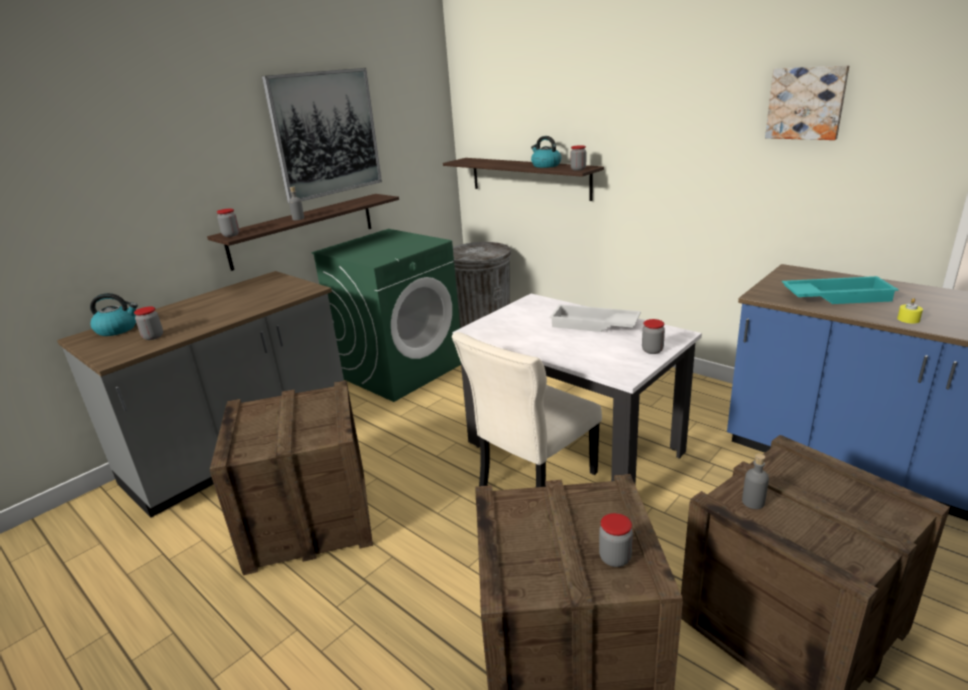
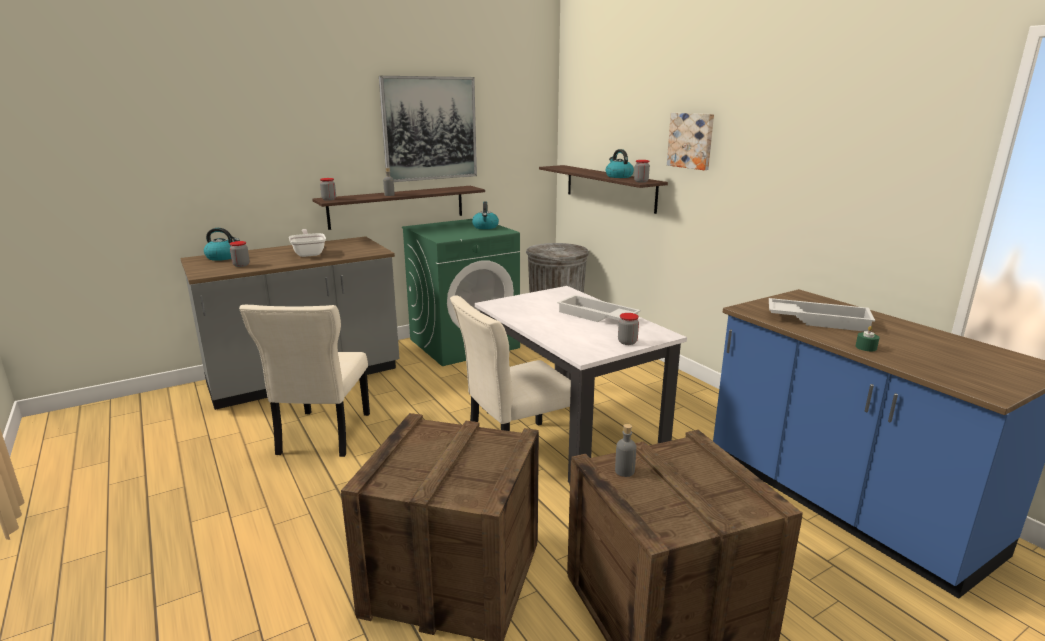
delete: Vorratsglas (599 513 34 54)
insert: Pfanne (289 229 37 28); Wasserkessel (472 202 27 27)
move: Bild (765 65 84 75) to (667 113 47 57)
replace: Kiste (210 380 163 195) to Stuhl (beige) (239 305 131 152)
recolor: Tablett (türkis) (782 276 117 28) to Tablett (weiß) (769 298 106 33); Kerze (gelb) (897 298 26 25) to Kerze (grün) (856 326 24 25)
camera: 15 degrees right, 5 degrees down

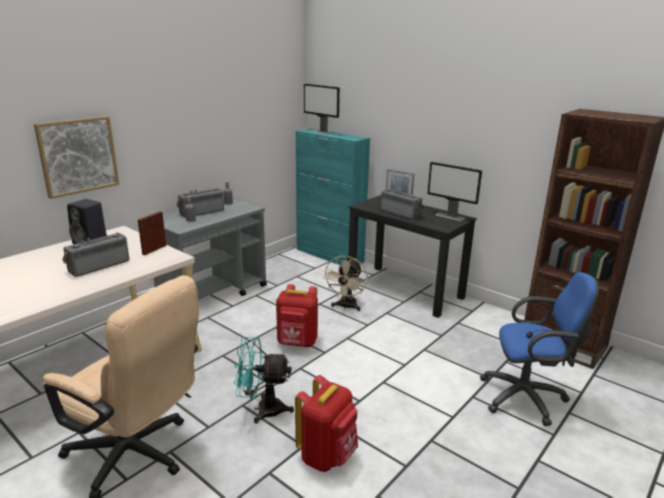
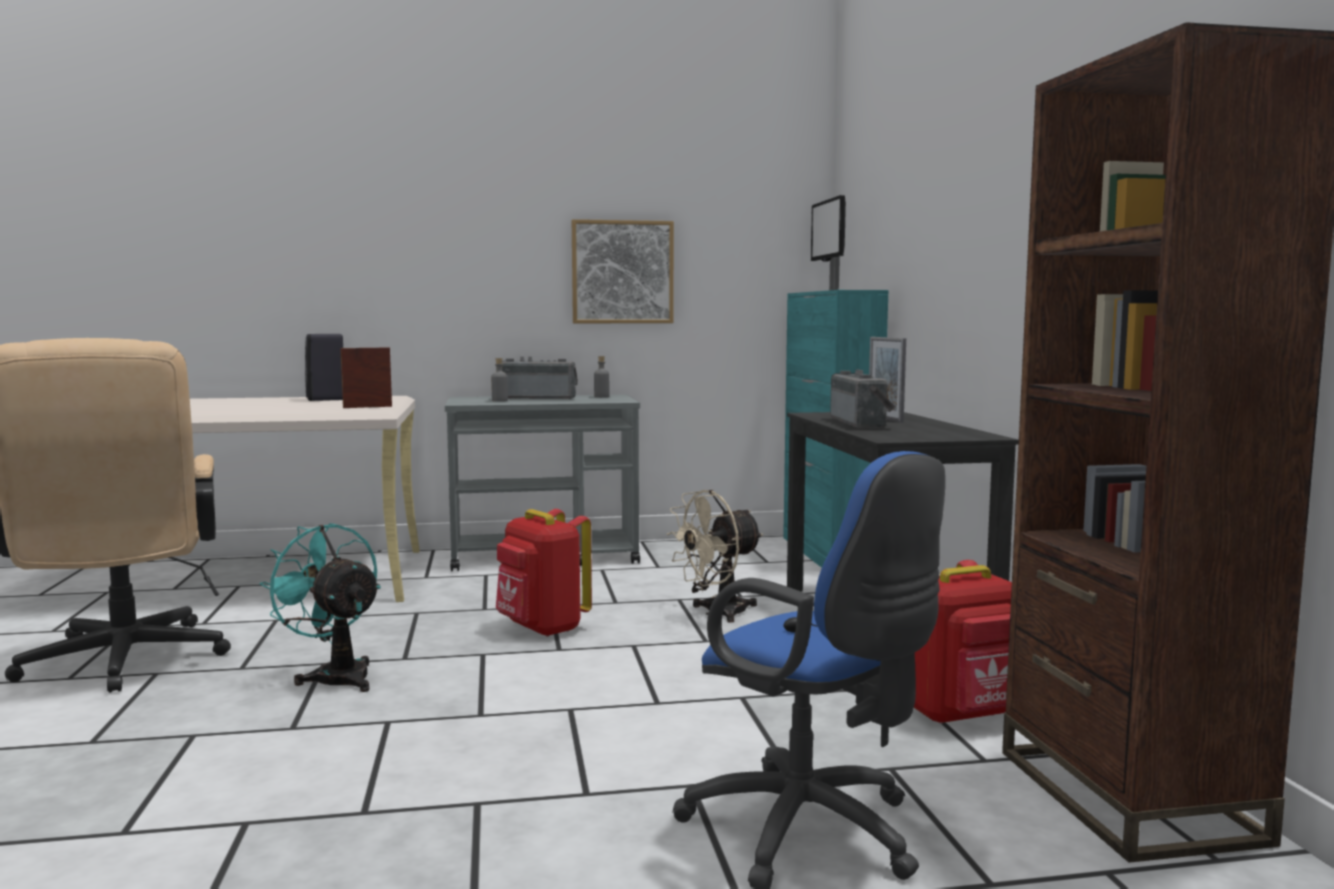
delete: Radio (62 233 67 44); Monitor (427 162 55 59)
move: Bild (34 116 85 83) to (572 219 102 104); Rucksack (rot) (295 375 63 97) to (914 560 98 164)
camera: 40 degrees right, 15 degrees down

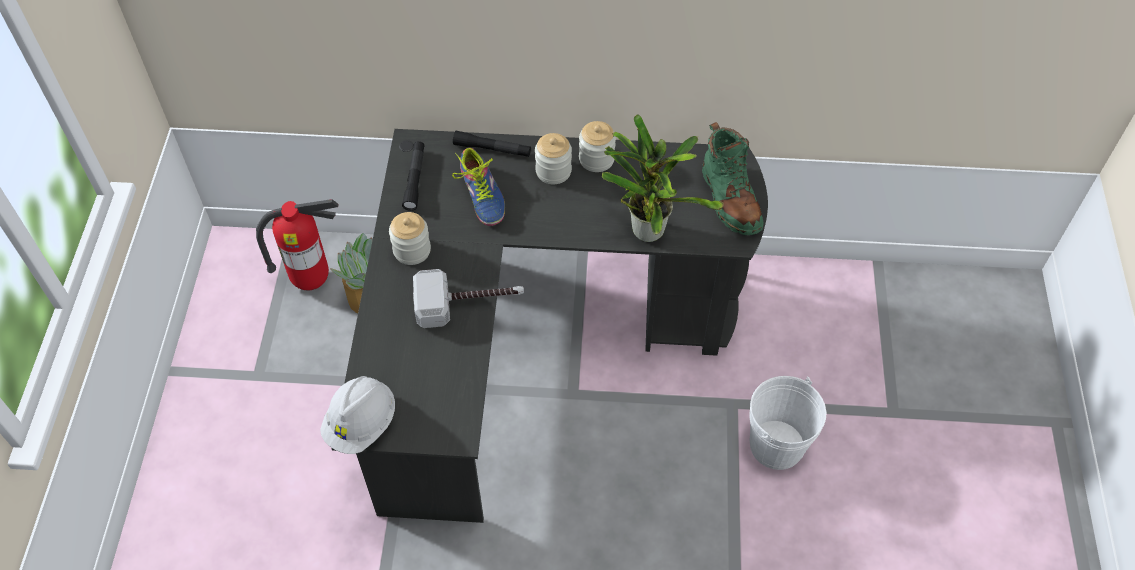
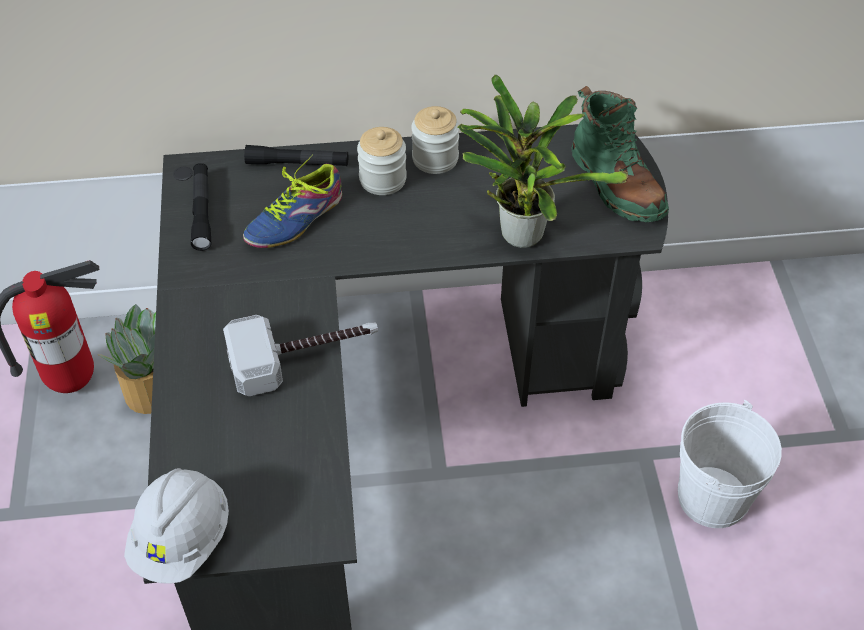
delete: Vorratsglas (389 212 42 53)
rotate: Schuh (452 148 53 78) = (243 154 99 94) 75 degrees clockwise
camera: 10 degrees left, 5 degrees down

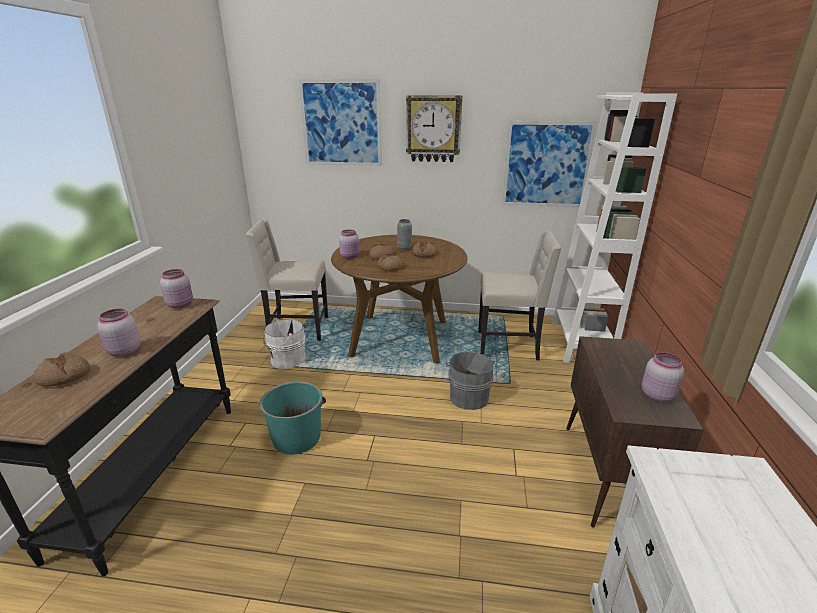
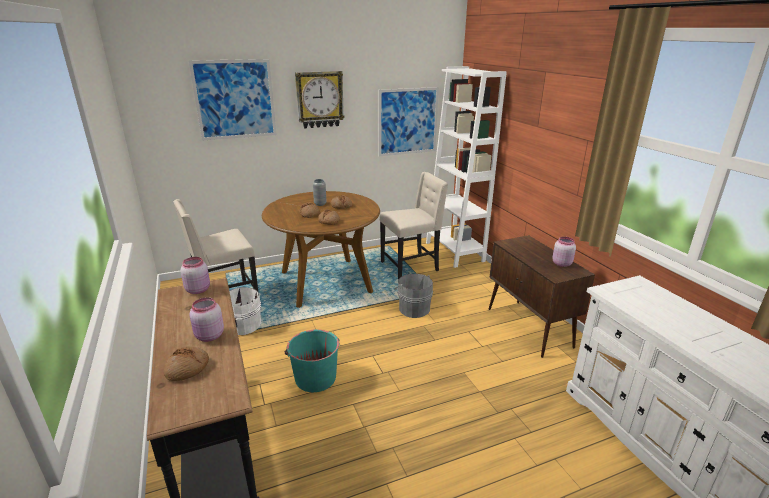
delete: Vorratsglas (rosa) (339 230 20 29)
camera: 30 degrees left, 0 degrees up

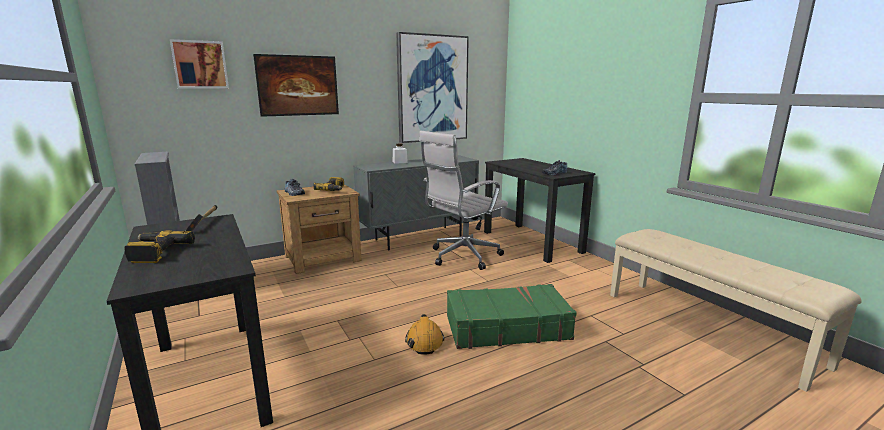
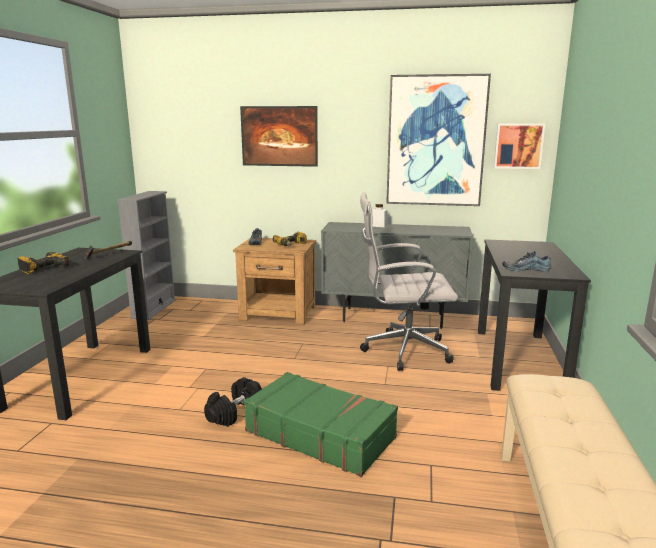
move: Bild (170 39 59 49) to (494 123 51 46)
replace: Schutzhelm (orange) (405 314 40 41) to Hantel (schwarz) (204 377 58 50)
camera: 40 degrees right, 0 degrees up

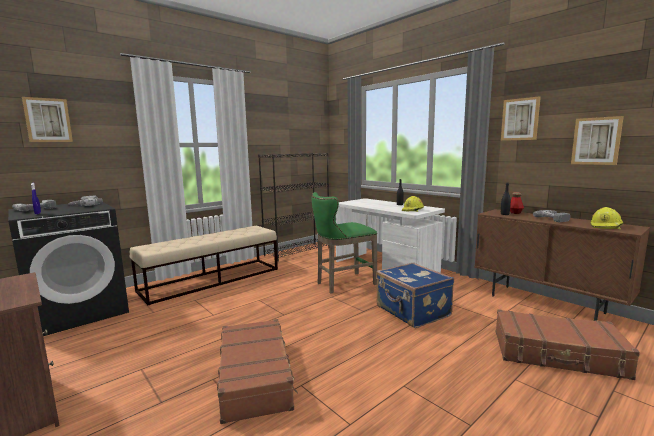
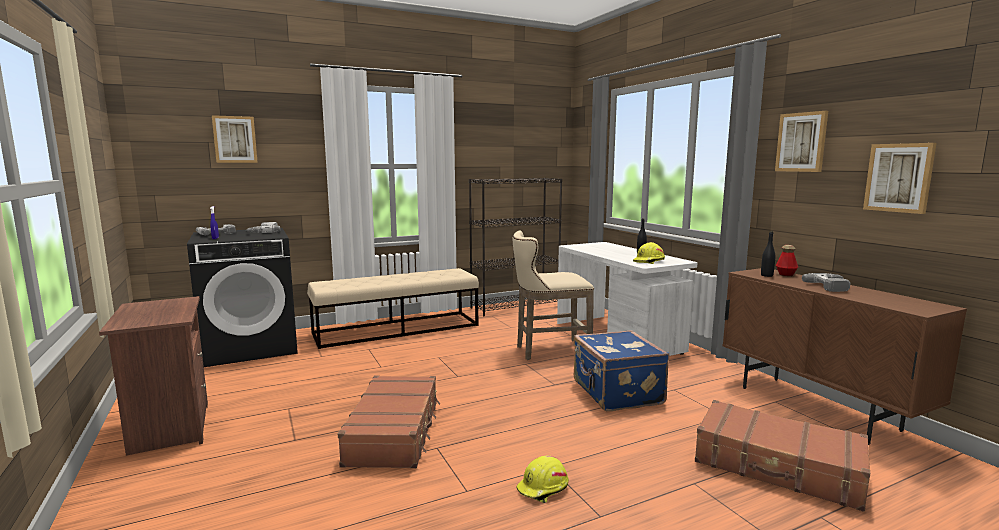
move: Schutzhelm (gelb) (590 207 33 22) to (516 455 53 48)
recolor: Hocker (grün) (312 192 65 102) to Hocker (beige) (512 231 82 129)
camera: 15 degrees right, 0 degrees up

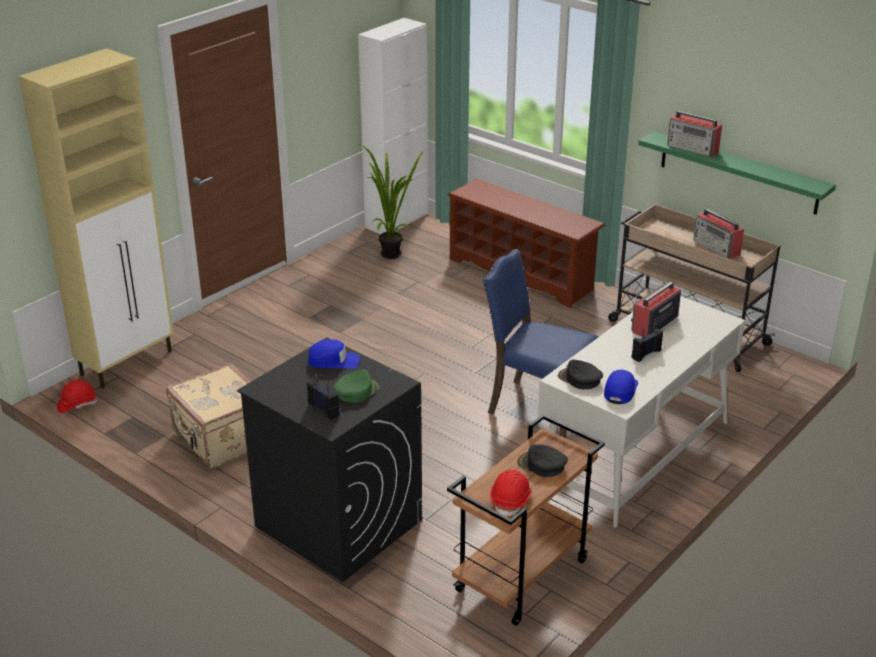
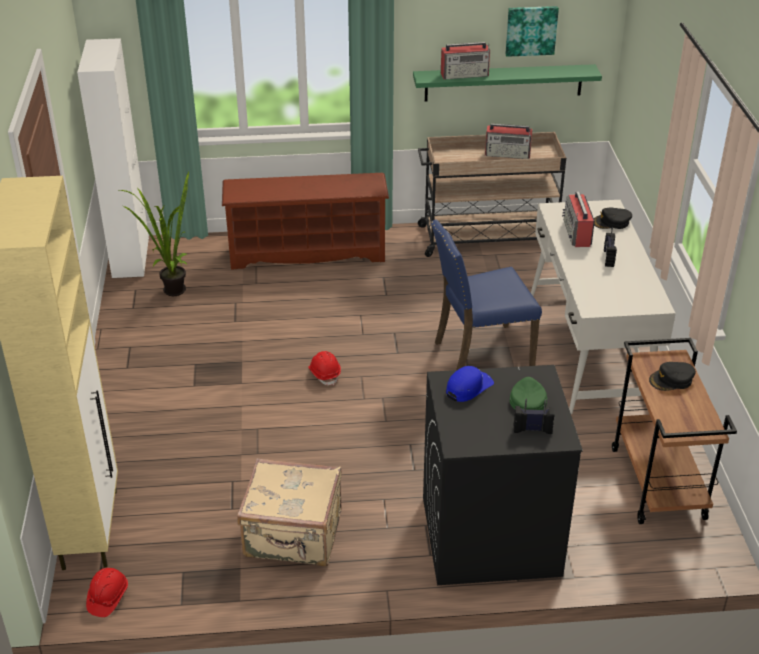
delete: Kappe (blau) (604 370 34 34)
insert: Bild (505 6 54 51)
move: Schutzhelm (rot) (490 470 42 47) to (308 351 33 35); Kappe (schwarz) (558 359 45 30) to (594 208 38 21)
camera: 45 degrees left, 5 degrees up

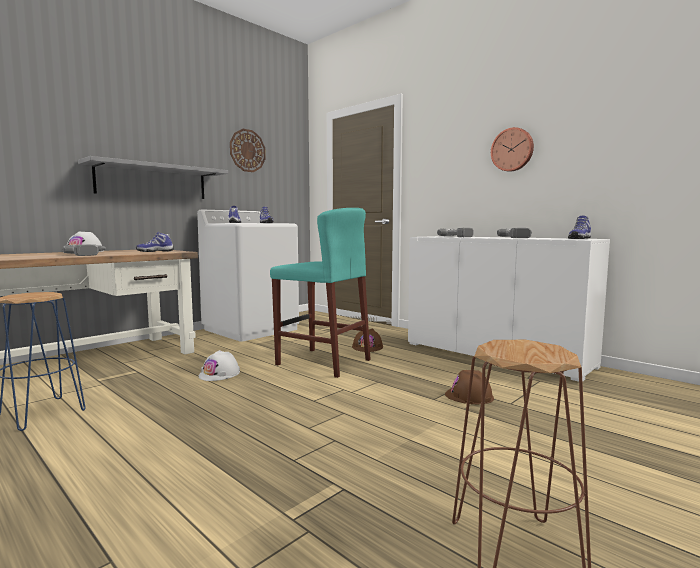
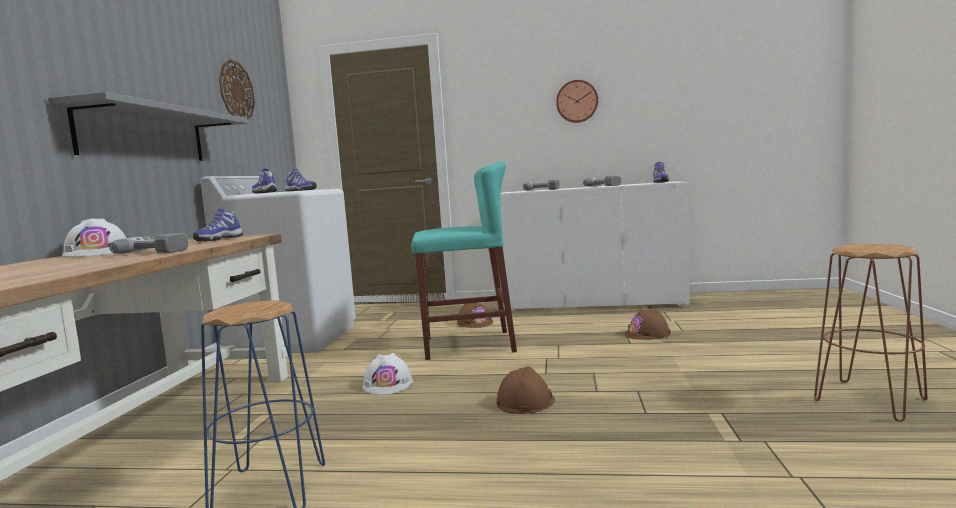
insert: Schutzhelm (braun) (497 366 58 48)
camera: 35 degrees left, 0 degrees up

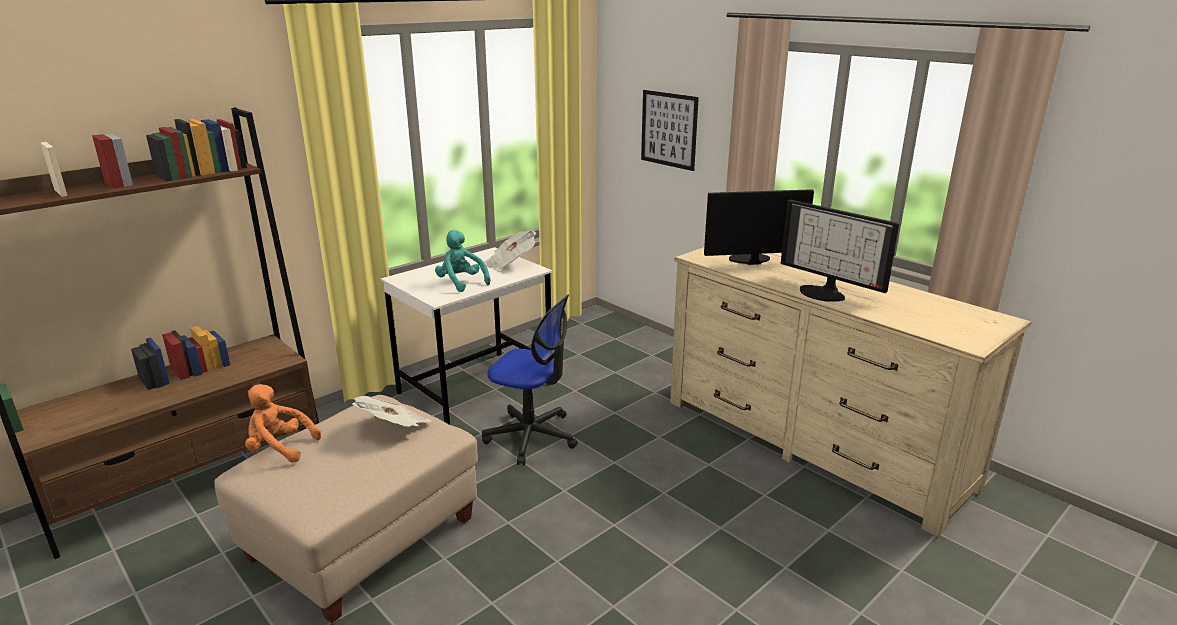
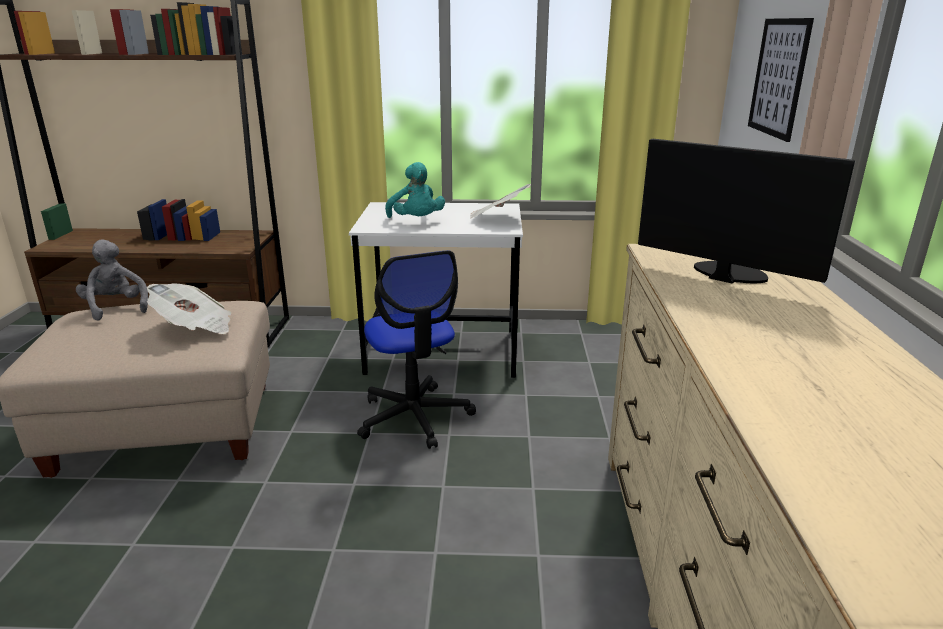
delete: Monitor (781 200 118 102)
recolor: Plüschtier (orange) (245 384 76 79) to Plüschtier (grau) (76 240 72 81)
rotate: Plüschtier (türkis) (435 230 55 62) = (385 162 60 56) 150 degrees clockwise
camera: 45 degrees right, 0 degrees up

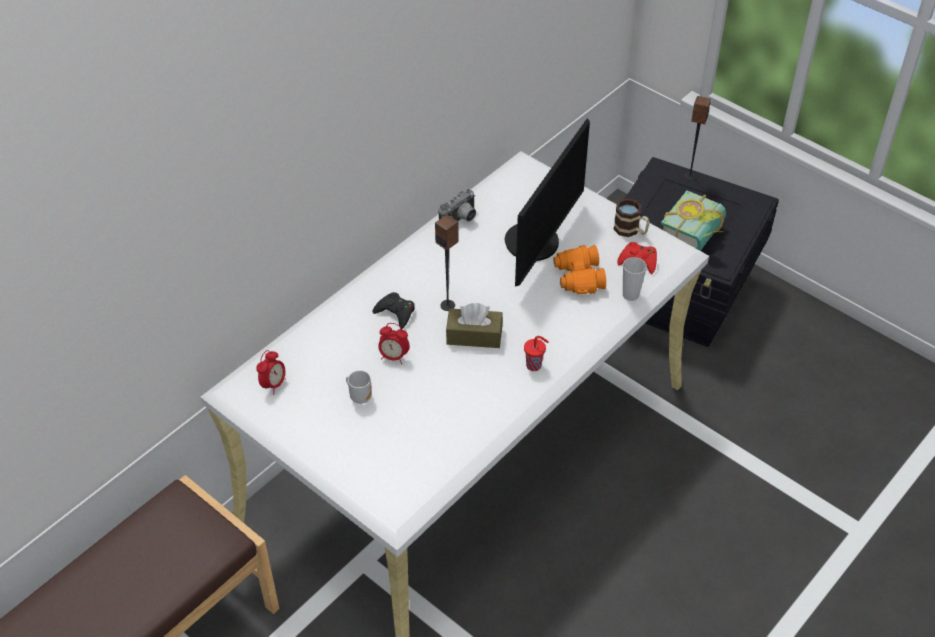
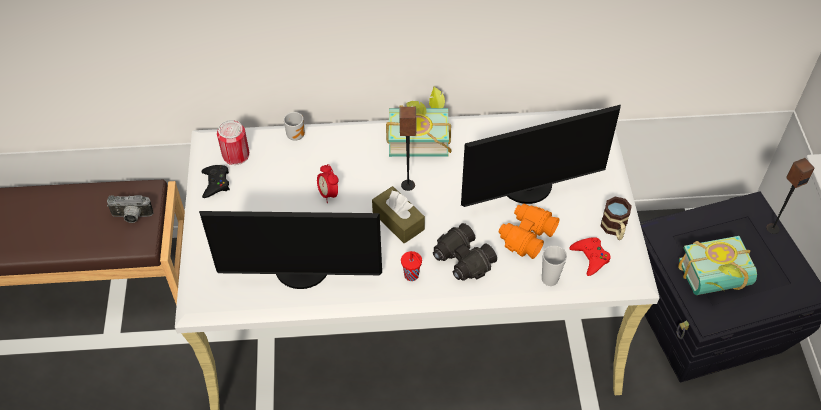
insert: Monitor (199 211 183 78); Buch (386 87 66 70); Fernglas (schwarz) (433 223 64 58)
move: Henkelbecher (346 370 26 34) to (284 112 21 29); Gamepad (schwarz) (372 292 43 37) to (201 165 29 33); Kamera (439 189 37 32) to (107 195 46 28)
replace: Wecker (256 350 30 44) to Dose (217 120 32 45)
camera: 45 degrees right, 5 degrees up

